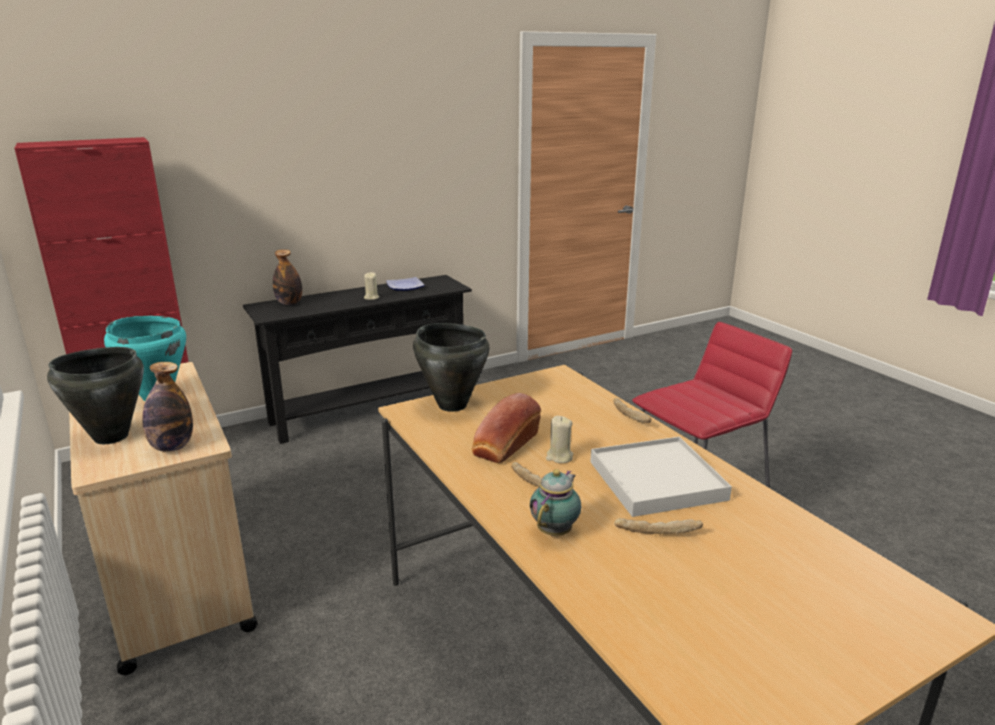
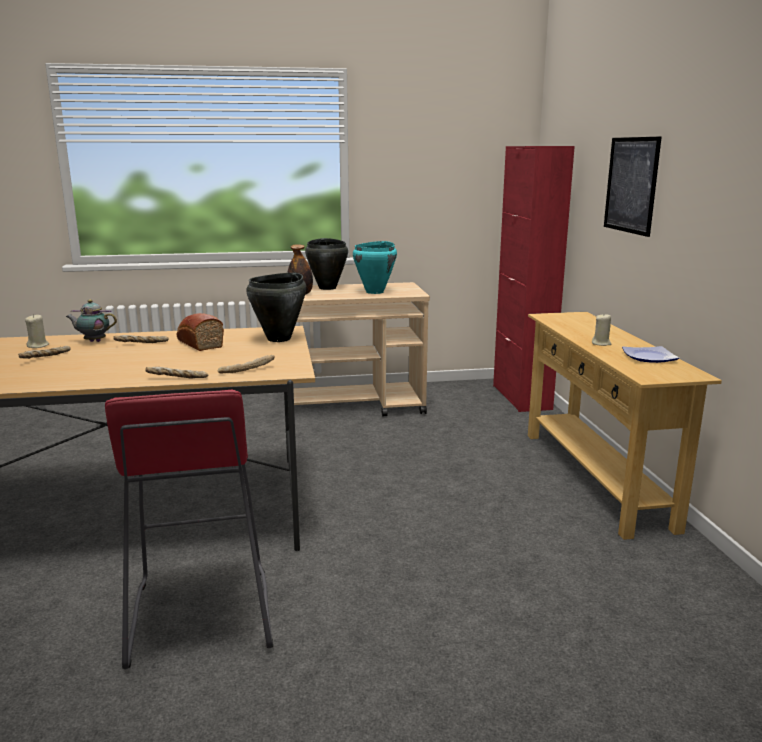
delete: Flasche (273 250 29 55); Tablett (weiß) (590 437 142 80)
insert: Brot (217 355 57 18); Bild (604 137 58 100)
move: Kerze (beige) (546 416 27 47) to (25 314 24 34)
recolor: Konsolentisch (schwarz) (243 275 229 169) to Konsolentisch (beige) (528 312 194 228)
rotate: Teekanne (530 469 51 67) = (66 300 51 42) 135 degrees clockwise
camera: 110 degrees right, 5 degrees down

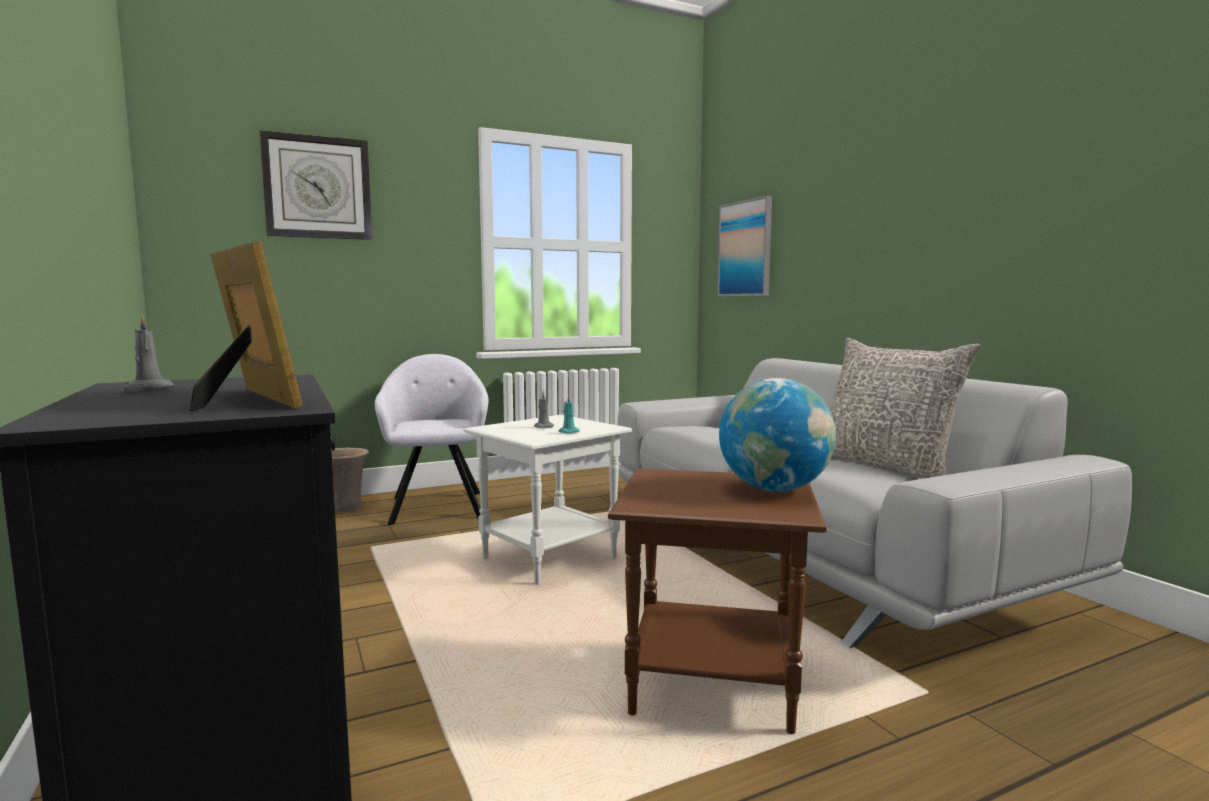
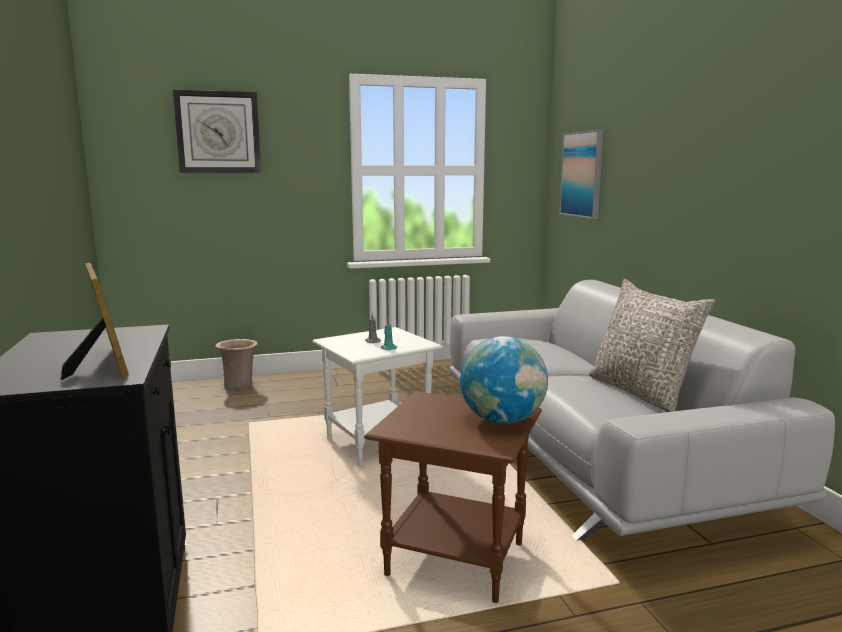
delete: Kerze (grau) (121 315 53 77); Sessel (grau) (375 354 114 171)
camera: 10 degrees right, 5 degrees up

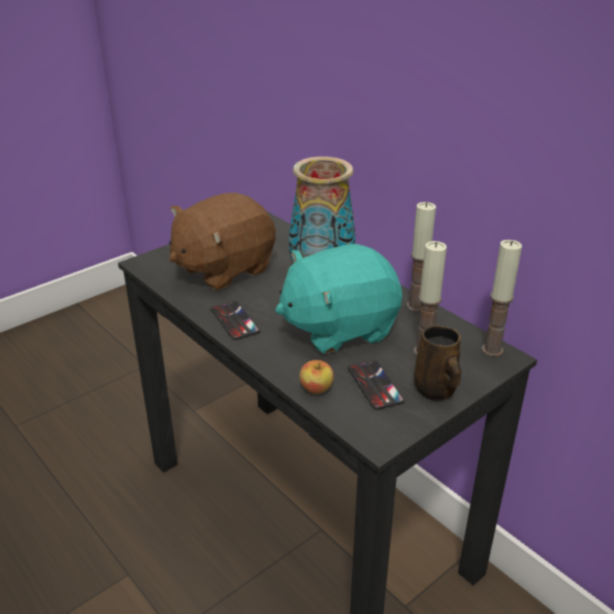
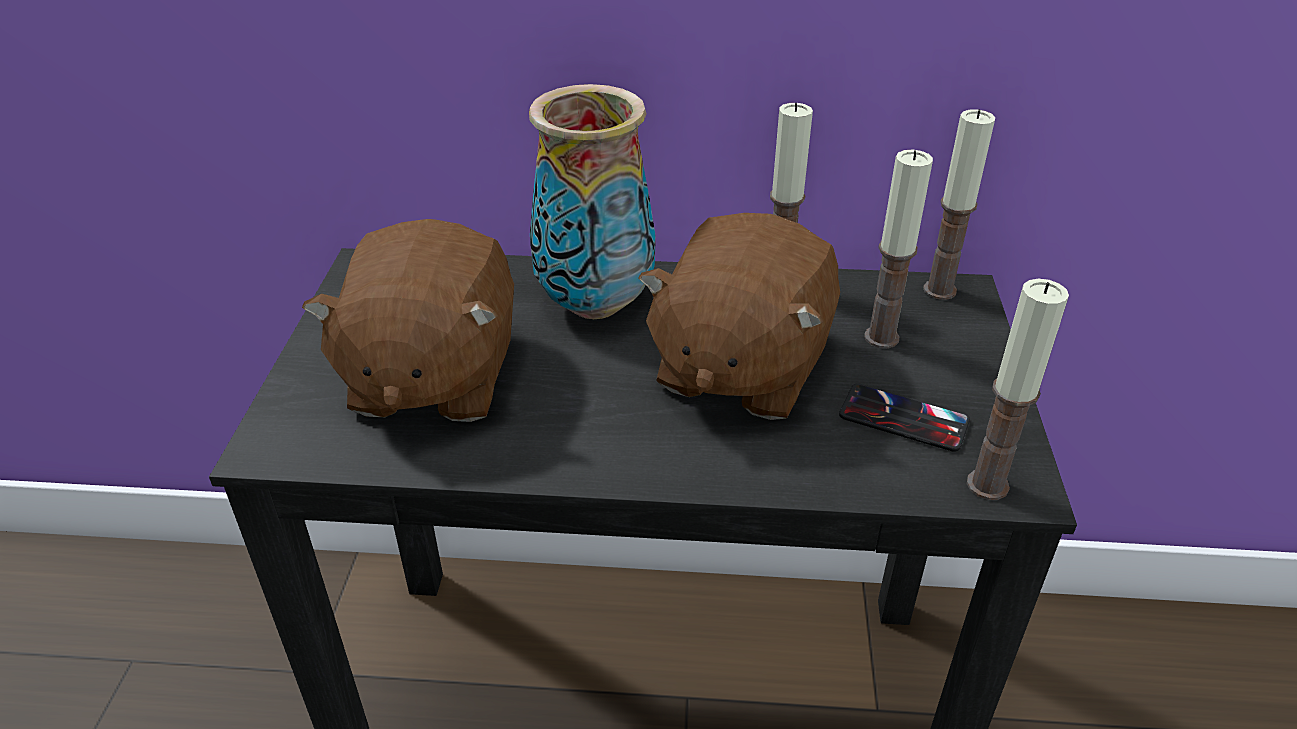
delete: Handy (211 300 49 40); Apfel (299 360 35 34); Henkelbecher (braun) (414 325 47 76)
insert: Kerze (967 279 102 221)
recolor: Plüschtier (türkis) (275 244 127 110) to Plüschtier (braun) (638 213 202 207)
camera: 45 degrees left, 5 degrees up

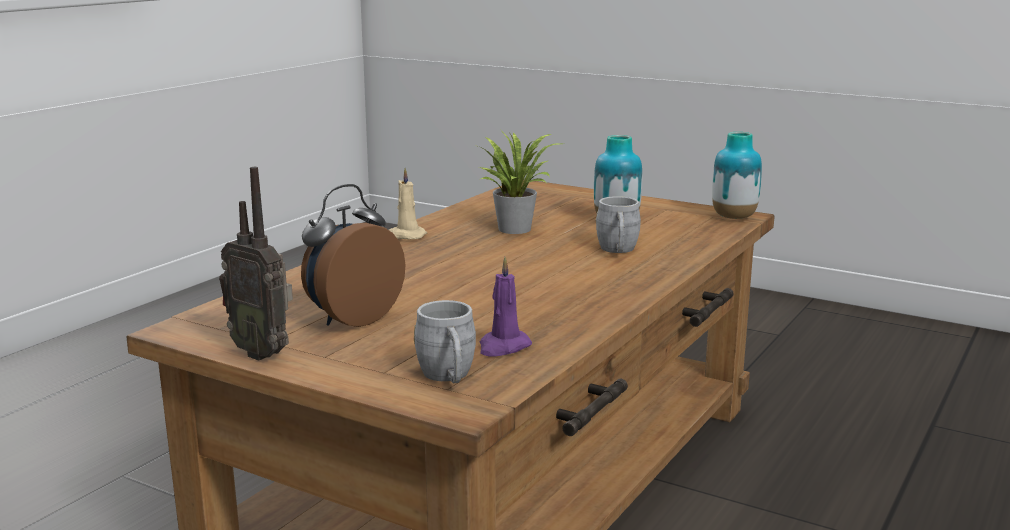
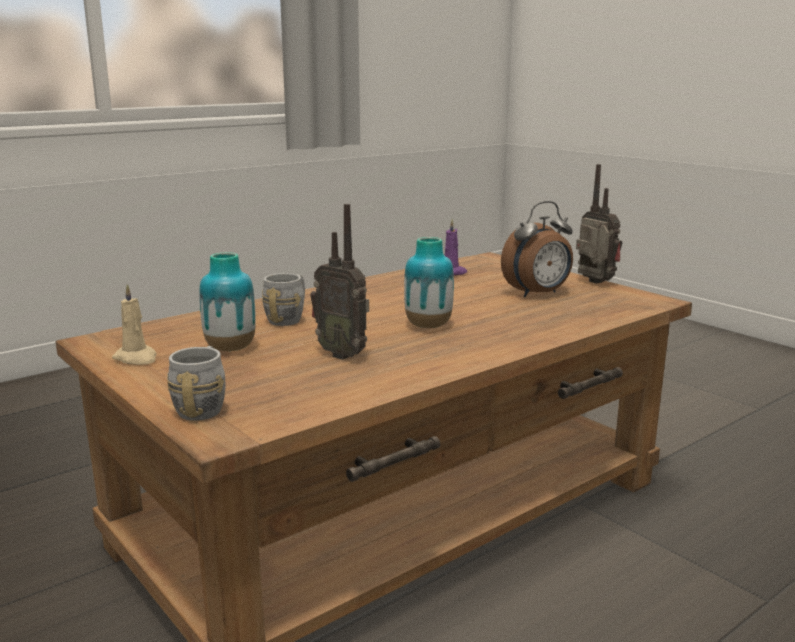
move: Kerze (beige) (389 168 38 71) to (112 284 45 81); Henkelbecher (grau) (414 300 62 83) to (167 346 59 75); Vase (712 132 50 87) to (404 237 50 91)
replace: Topfpflanze (474 132 87 102) to Radio (310 204 59 156)
camera: 160 degrees left, 0 degrees up

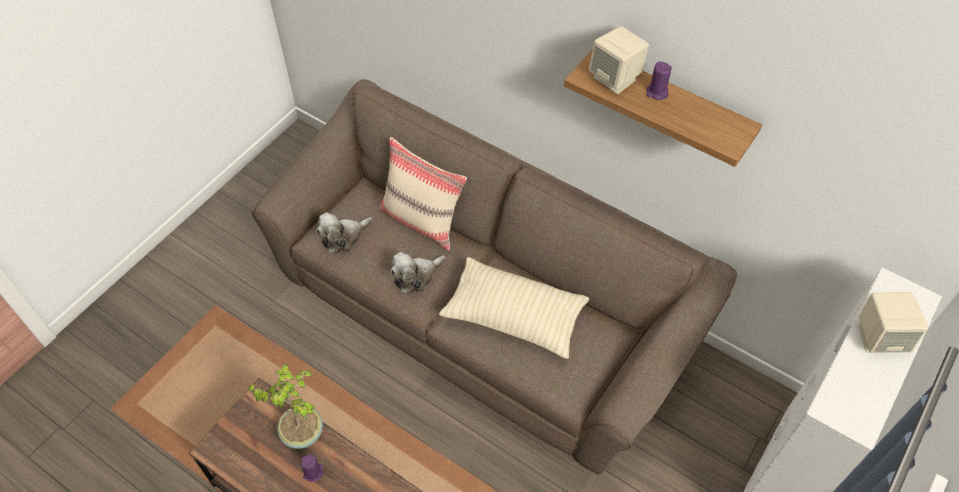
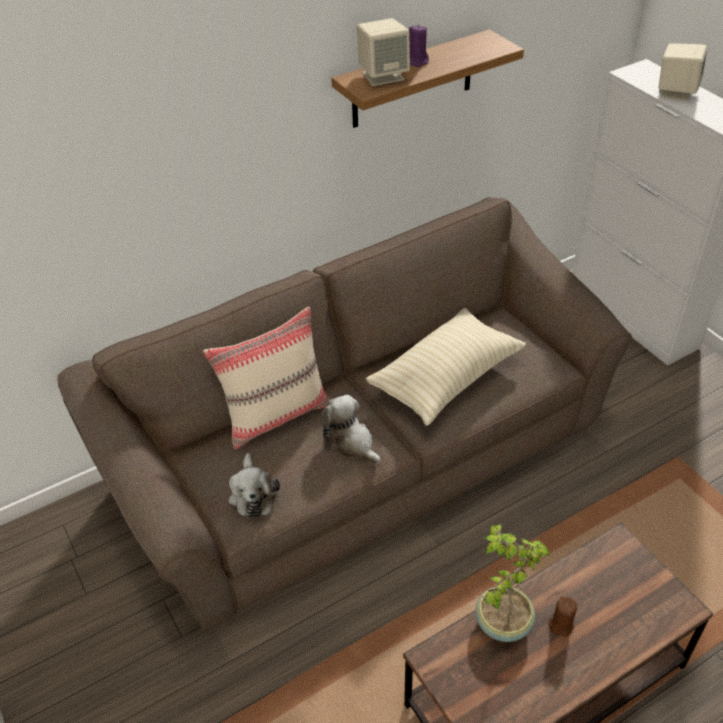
recolor: Kerze (lila) (300 454 24 28) to Kerze (braun) (549 596 28 41)
rotate: Plüschtier (390 252 56 43) = (321 395 60 70) 150 degrees clockwise
camera: 65 degrees left, 10 degrees down

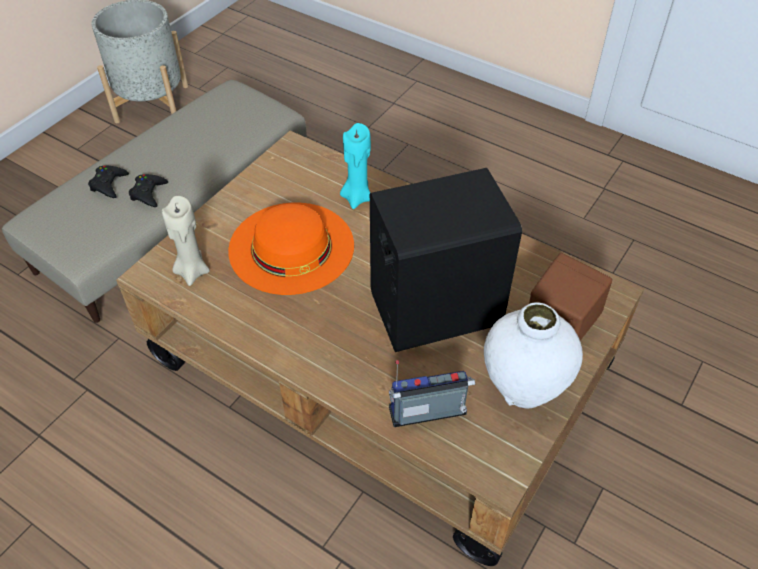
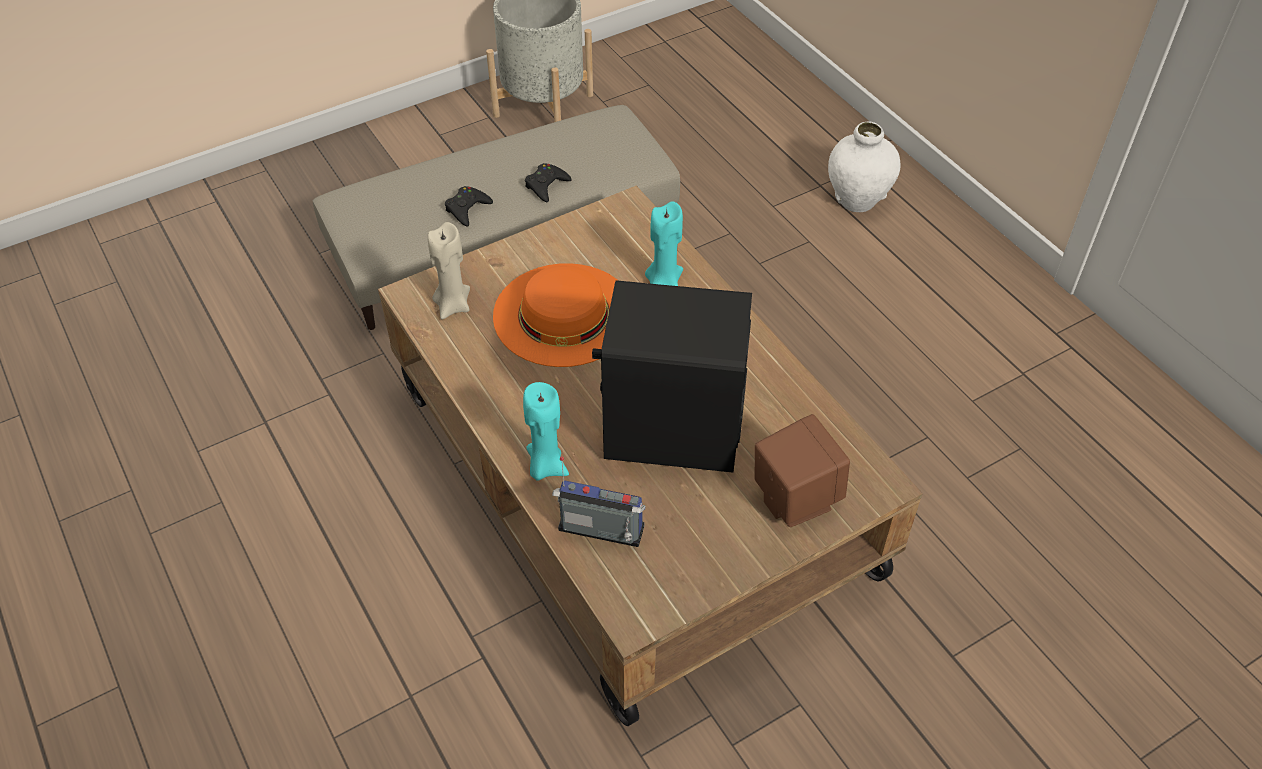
insert: Kerze (türkis) (523 382 46 99)
move: Gamepad (schwarz) (88 166 41 32) to (525 163 47 39); Vase (weiß) (484 302 99 106) to (828 122 73 90)
camera: 25 degrees right, 0 degrees up

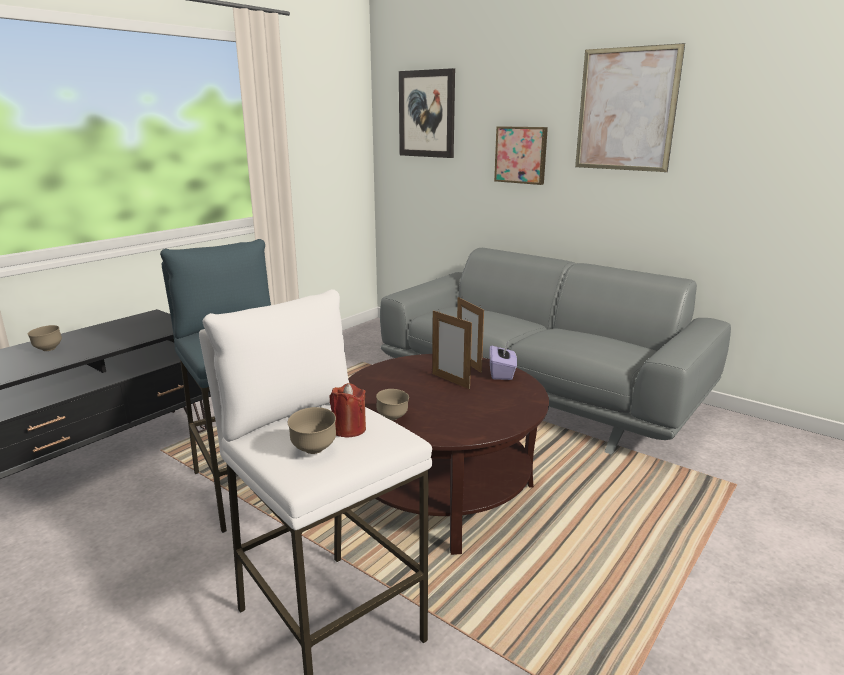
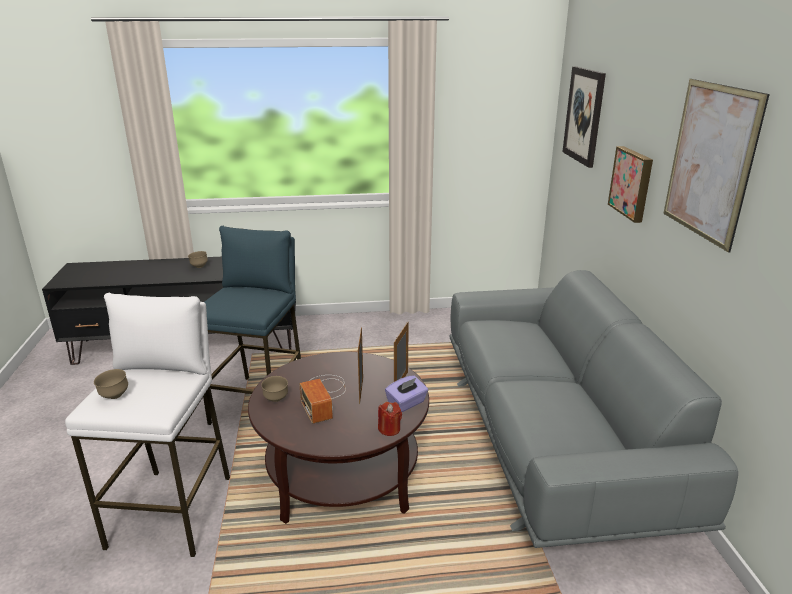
insert: Radio (299 375 47 49)
move: Kerze (rot) (329 383 37 54) to (378 402 24 34)
camera: 45 degrees right, 5 degrees up

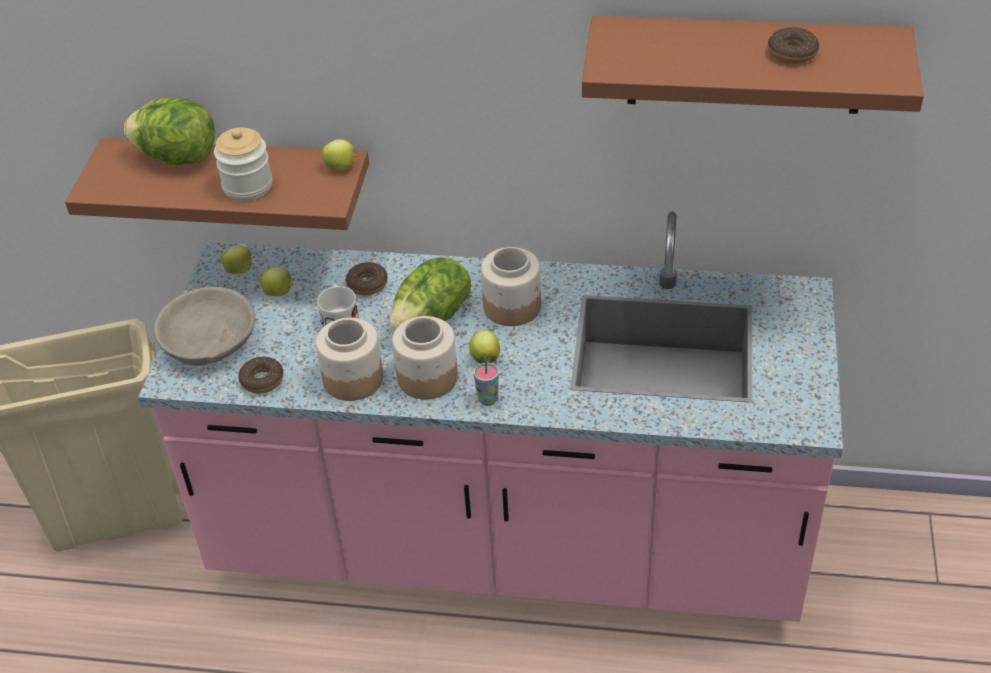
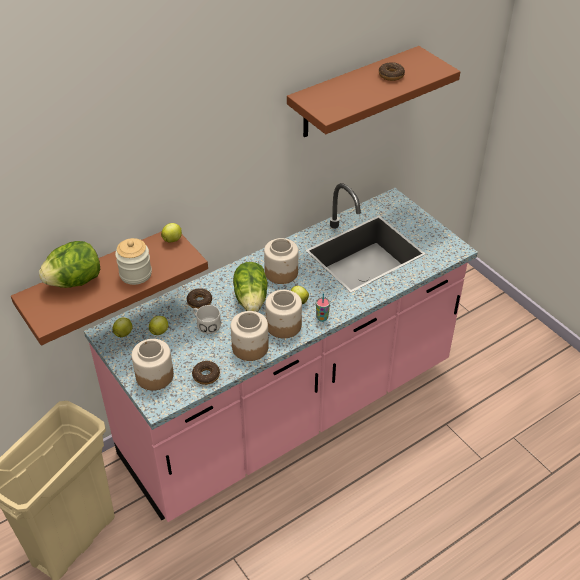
replace: Schüssel (grau) (154 287 101 79) to Vorratsglas (132 339 42 51)
camera: 45 degrees left, 0 degrees up

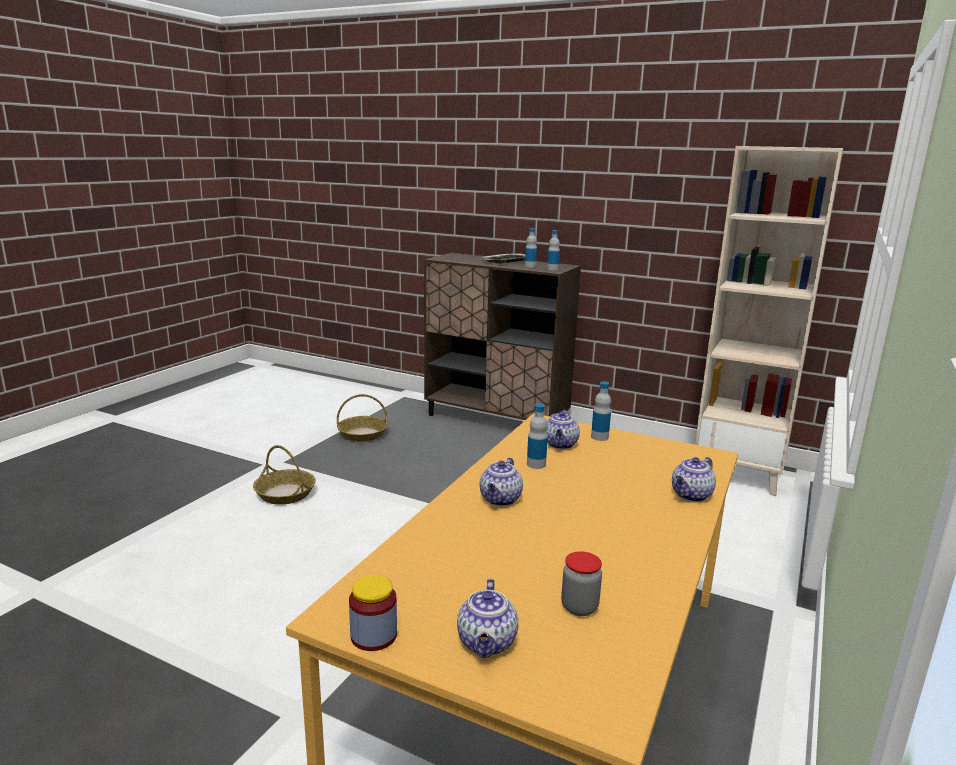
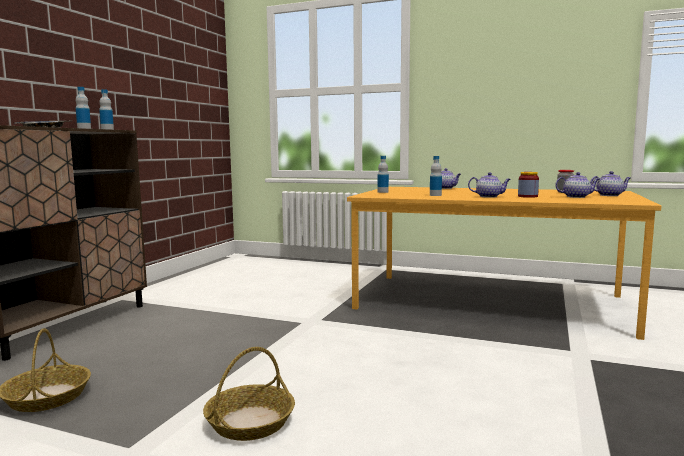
delete: Bücherregal (beige) (695 146 148 350)
move: Vorratsglas (349 575 48 76) to (518 172 21 26); Teekanne (546 410 34 39) to (555 172 44 26)
camera: 95 degrees left, 10 degrees down

